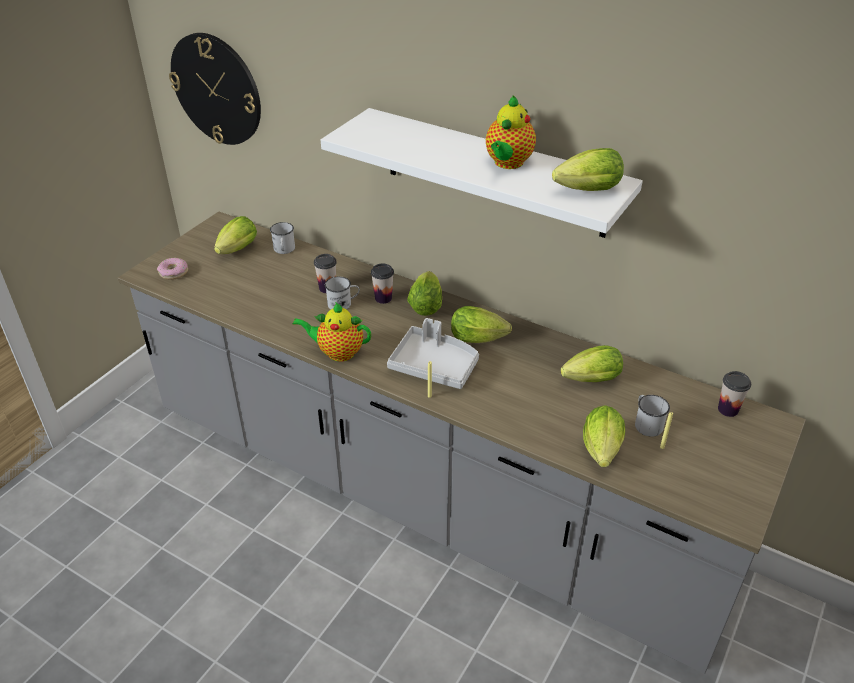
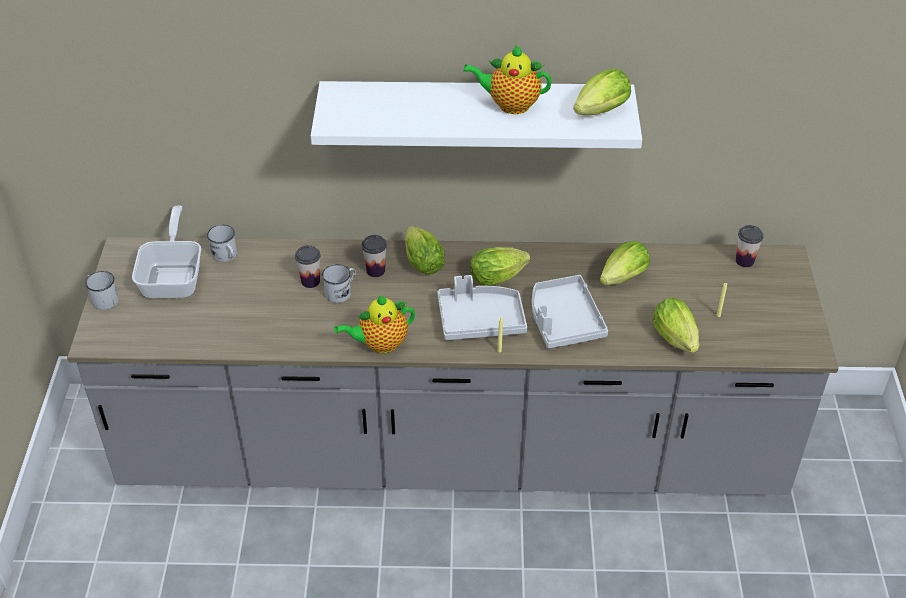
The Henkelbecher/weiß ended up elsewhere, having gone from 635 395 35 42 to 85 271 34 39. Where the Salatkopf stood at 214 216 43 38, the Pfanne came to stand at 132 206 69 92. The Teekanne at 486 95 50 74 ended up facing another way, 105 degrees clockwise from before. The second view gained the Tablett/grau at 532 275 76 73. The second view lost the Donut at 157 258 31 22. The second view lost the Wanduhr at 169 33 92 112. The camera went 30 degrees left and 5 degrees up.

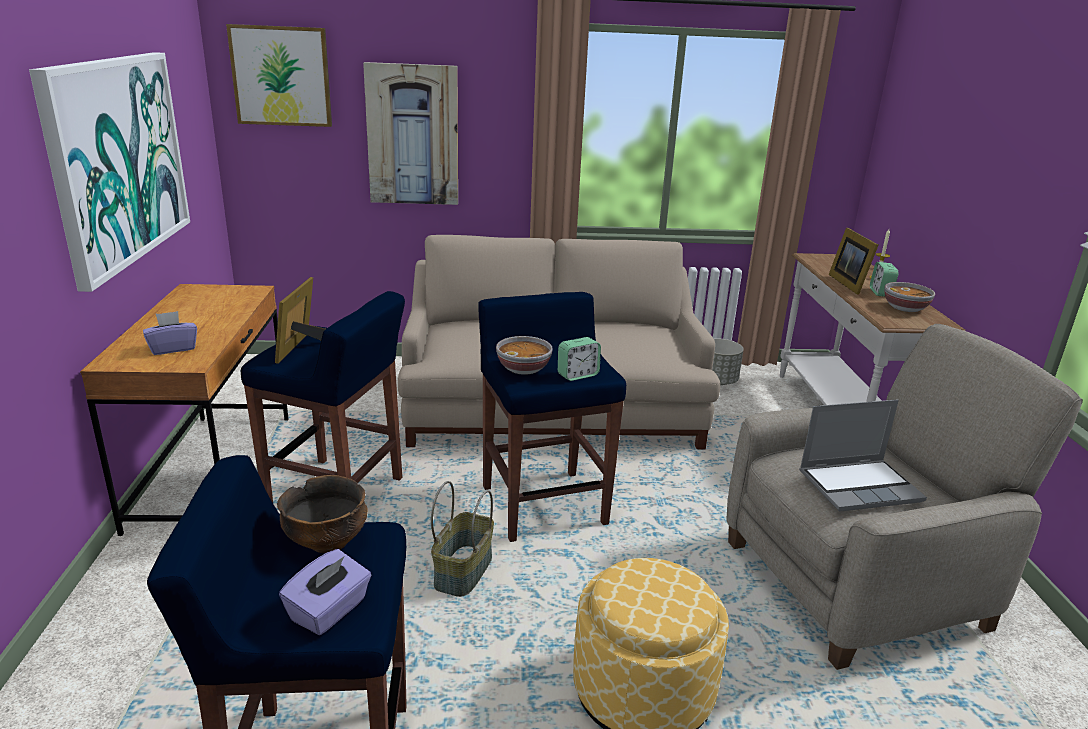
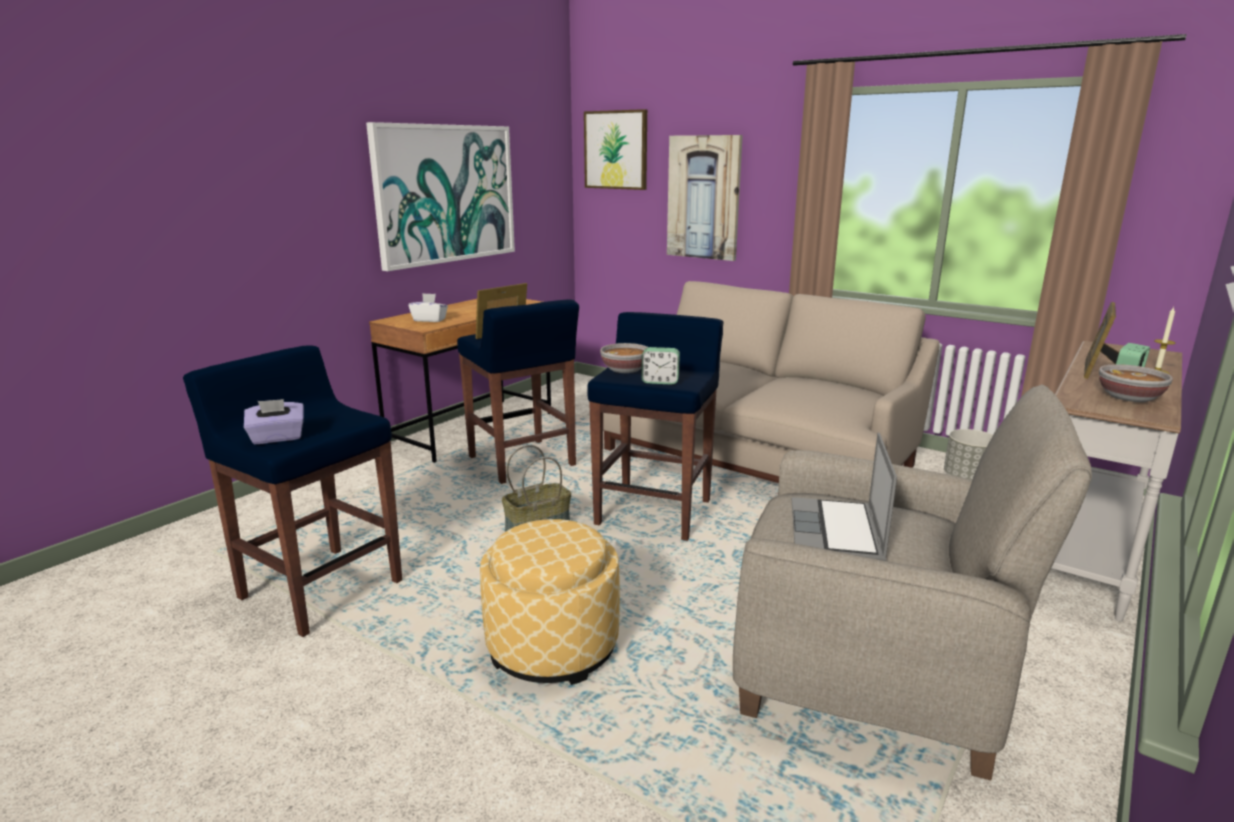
What was the Taschentuchbox/lila at 143 311 54 44 turned into the Taschentuchbox/weiß at 408 293 40 29. The Laptop at 799 400 128 111 ended up facing another way, 75 degrees clockwise from before. The second view lost the Schüssel at 277 475 91 78. The camera went 40 degrees right and 5 degrees down.

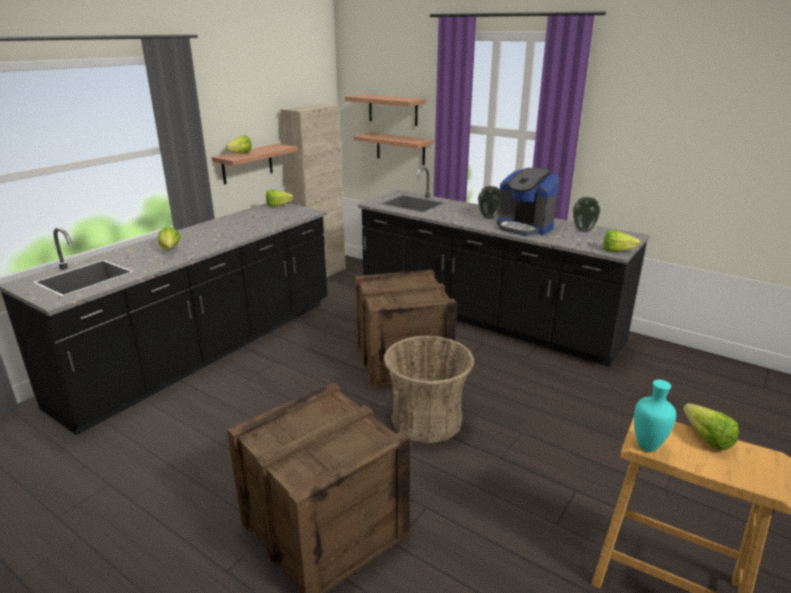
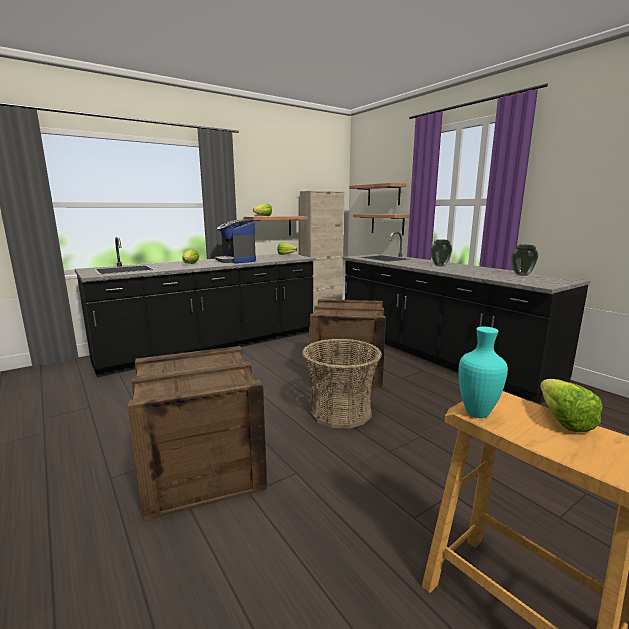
The Kaffeemaschine ended up elsewhere, having gone from 497 168 63 68 to 215 220 41 43. The second view lost the Salatkopf at 604 230 36 22. The camera went 20 degrees right and 10 degrees down.

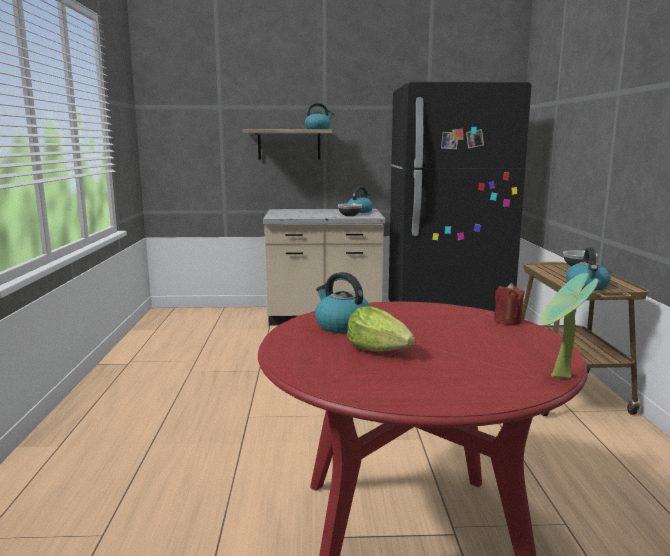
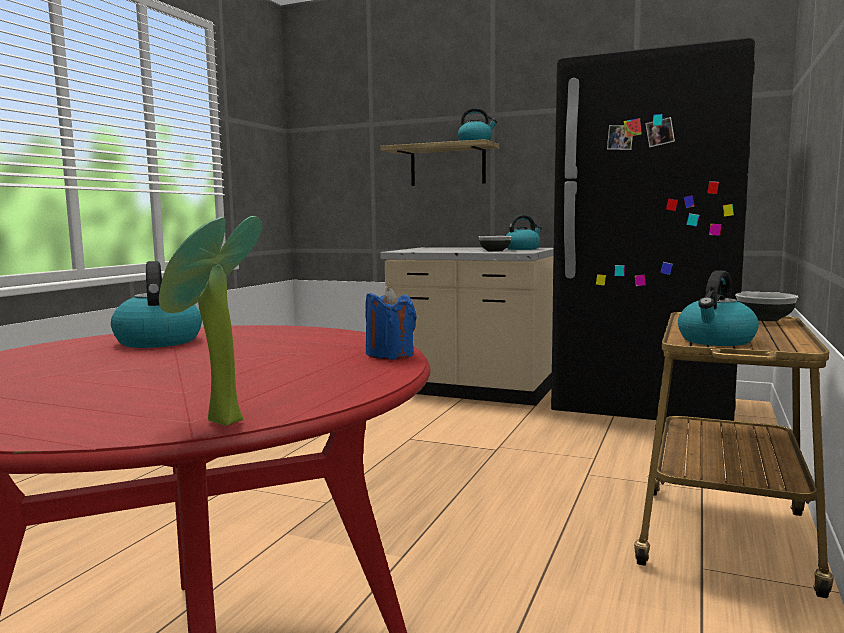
What was the Kerze/rot at 494 283 31 42 turned into the Kerze/blau at 365 287 52 73. The second view lost the Salatkopf at 347 306 68 46. The camera went 25 degrees right and 5 degrees down.

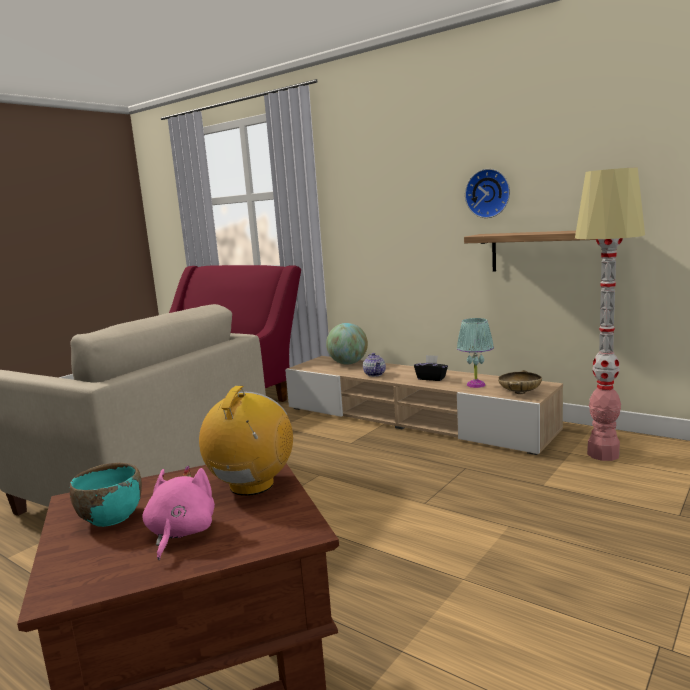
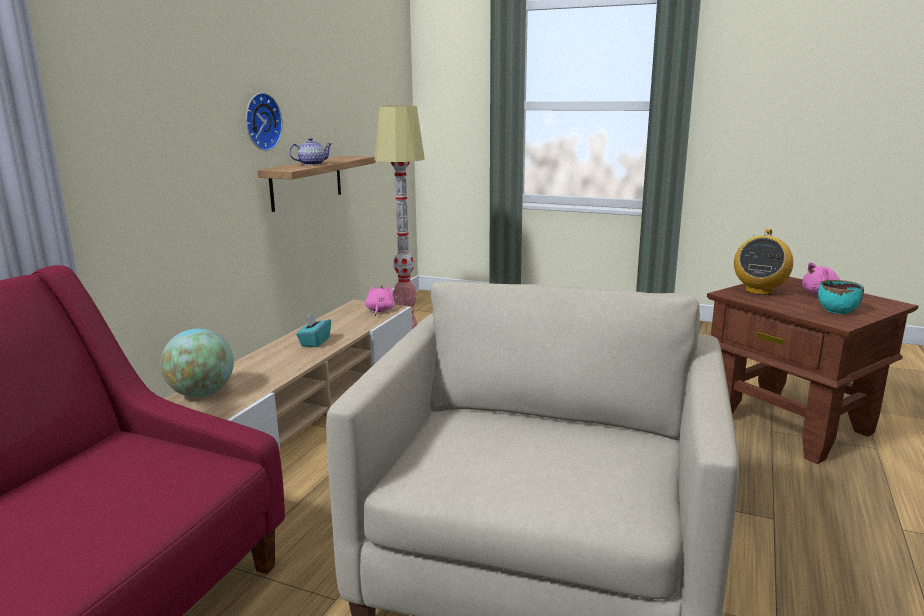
The Teekanne ended up elsewhere, having gone from 363 353 23 24 to 289 138 43 27. What was the Taschentuchbox/schwarz at 414 355 34 26 turned into the Taschentuchbox/türkis at 296 313 35 34. Where the Schüssel/beige stood at 498 370 44 24, the Plüschtier/rosa came to stand at 365 285 28 31. The Radio at 199 386 94 110 ended up facing another way, 60 degrees counterclockwise from before. The second view lost the Tischlampe/türkis at 457 318 37 70. The camera went 105 degrees left and 5 degrees up.

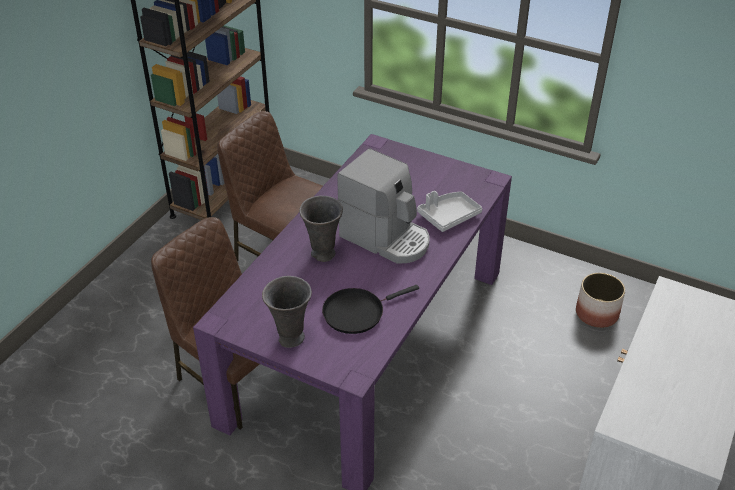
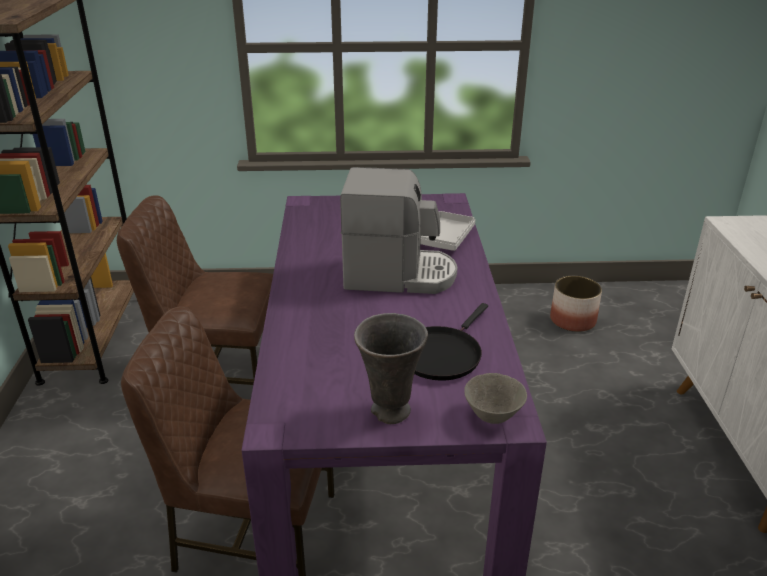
The second view gained the Schüssel/grau at 464 373 63 51. The second view lost the Vase/grau at 299 196 44 66. The camera went 30 degrees left and 10 degrees down.

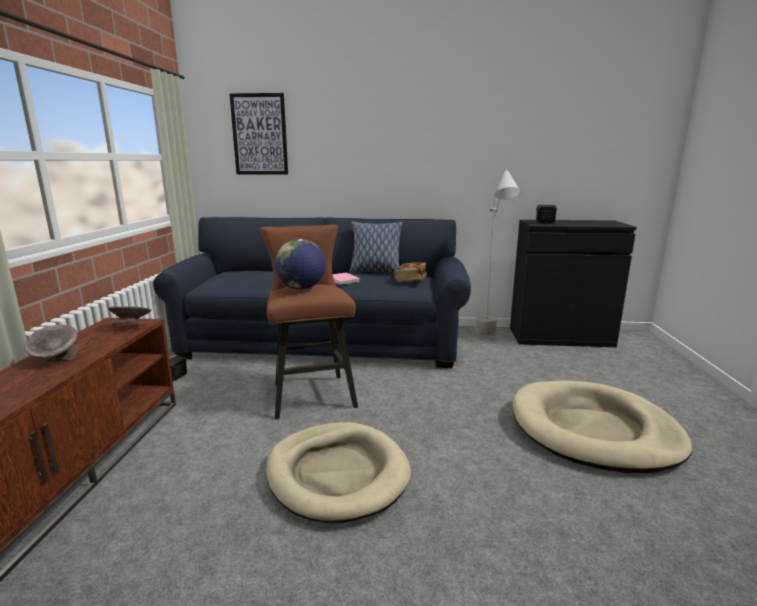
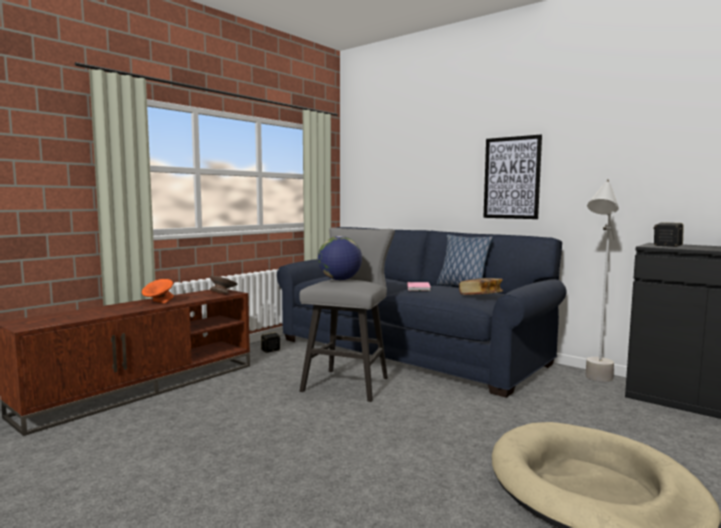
What was the Schüssel/grau at 24 325 55 37 turned into the Schüssel/orange at 142 279 32 24. What was the Hocker/braun at 260 224 98 195 turned into the Hocker/grau at 299 228 96 174. The Bild ended up elsewhere, having gone from 229 93 59 82 to 483 135 59 84. The second view lost the Hundebett/beige at 266 422 145 101. The camera went 35 degrees right and 10 degrees down.

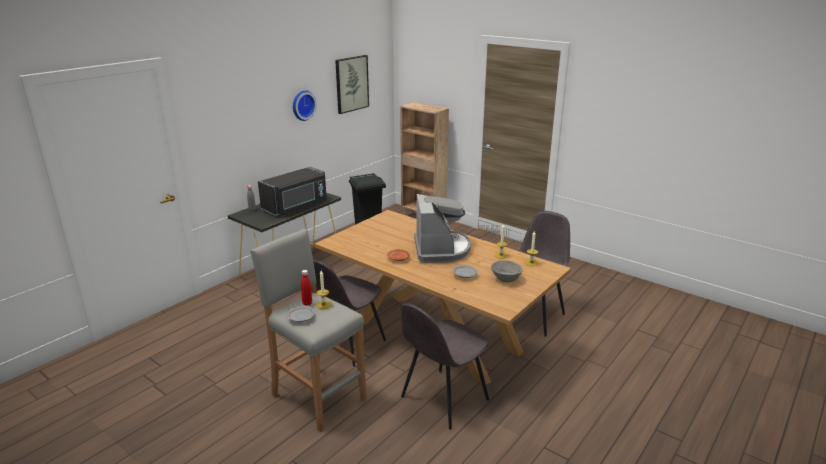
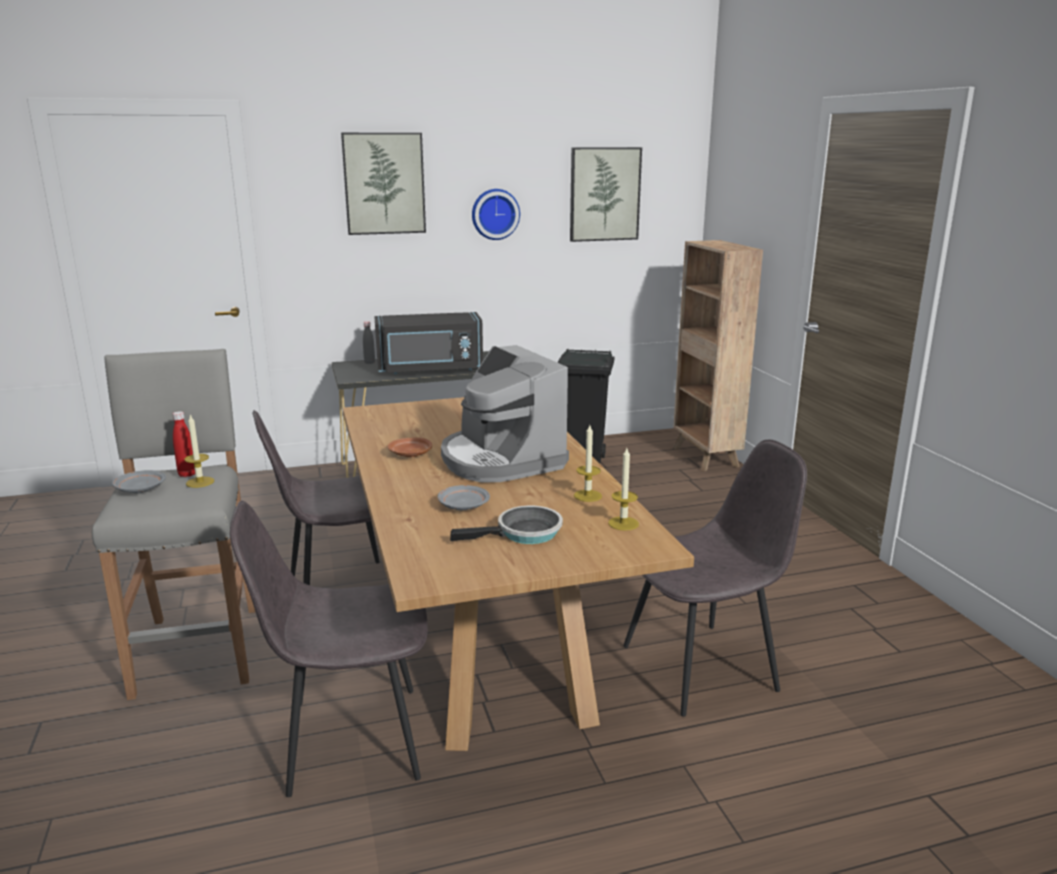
The second view gained the Bild at 341 133 85 102. The Kaffeemaschine at 414 194 57 69 ended up facing another way, 120 degrees clockwise from before. Where the Schüssel/grau stood at 491 260 32 23, the Pfanne came to stand at 450 506 113 38. The camera went 35 degrees right and 5 degrees down.

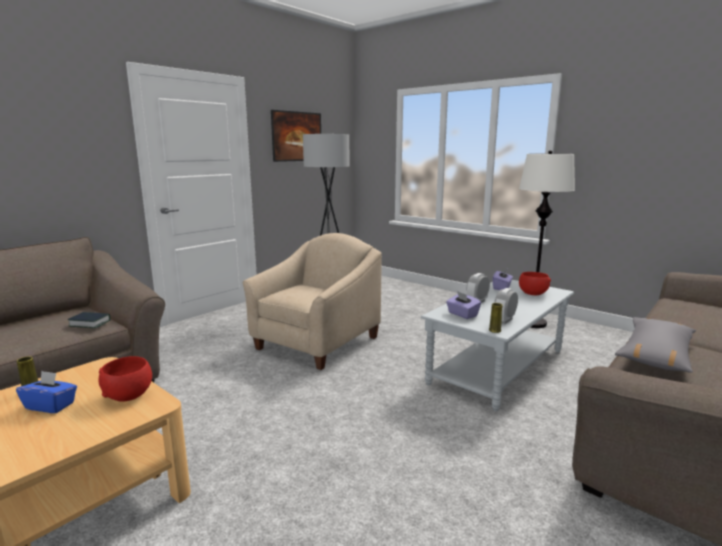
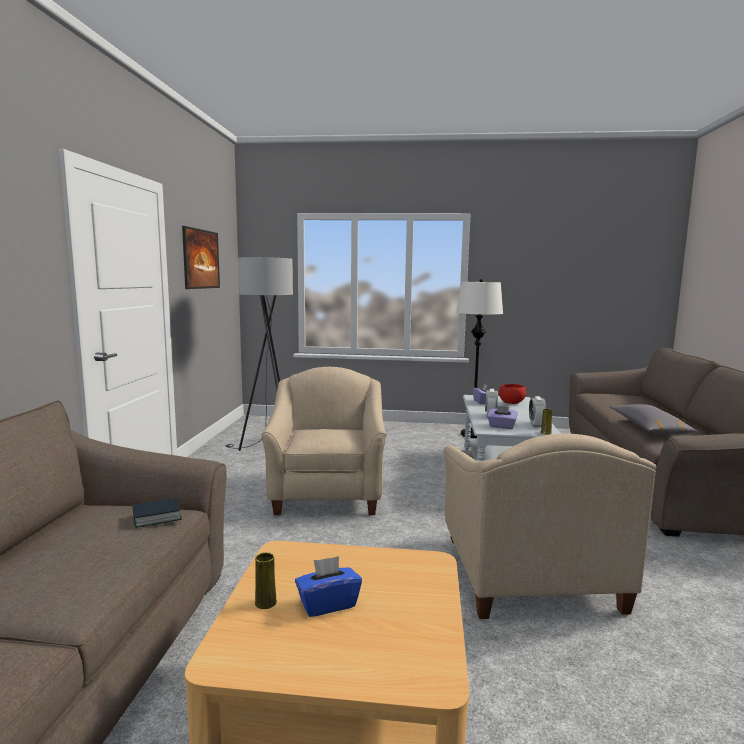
The second view gained the Sessel/beige at 444 434 212 185. The second view lost the Schüssel/rot at 98 356 54 46. The camera went 35 degrees left and 5 degrees down.

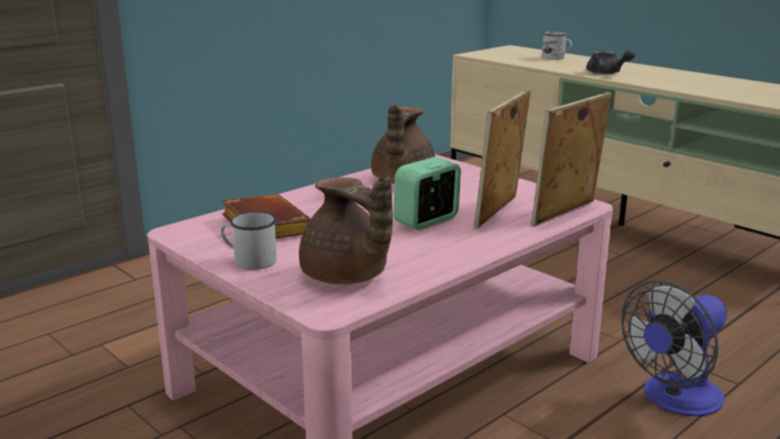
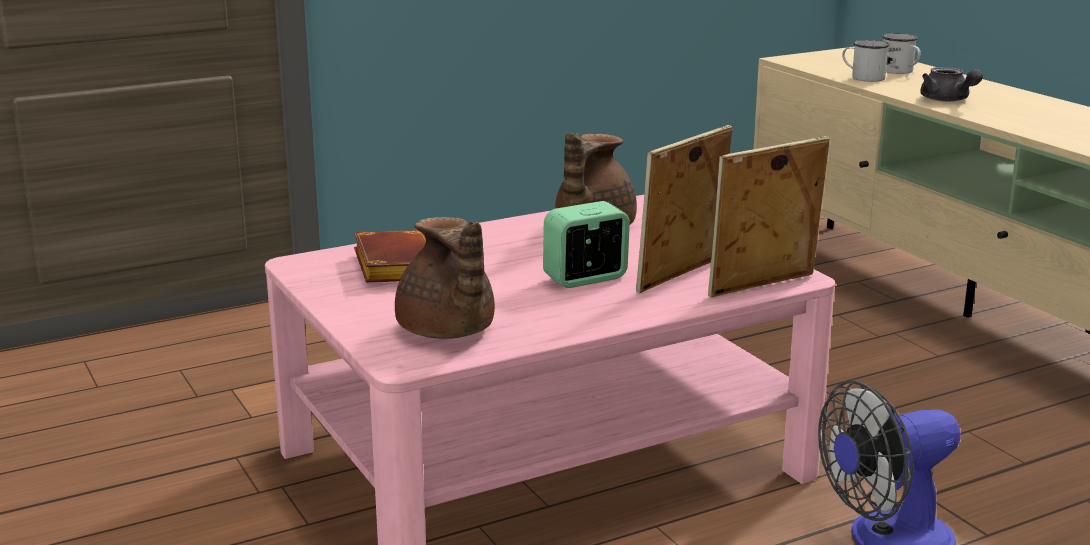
The Henkelbecher/weiß ended up elsewhere, having gone from 221 212 56 58 to 842 40 48 42. The camera went 15 degrees right and 0 degrees up.

